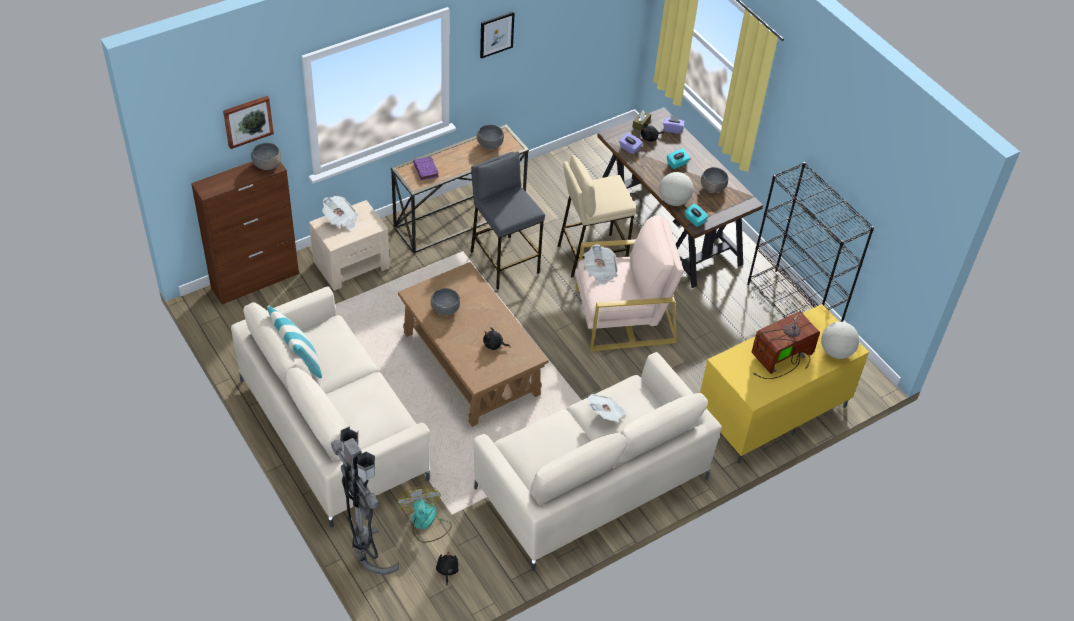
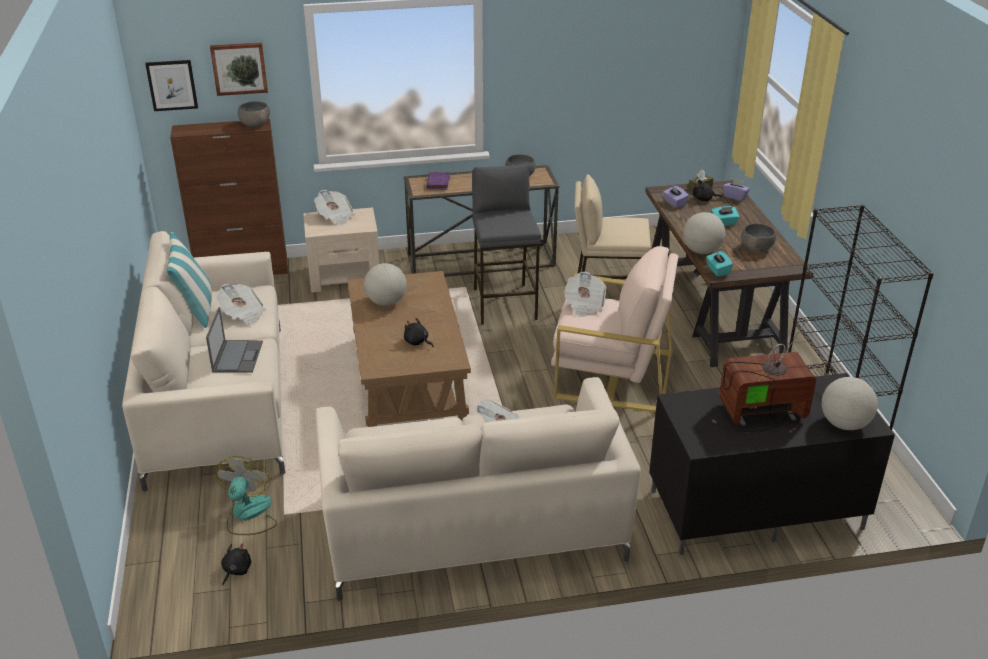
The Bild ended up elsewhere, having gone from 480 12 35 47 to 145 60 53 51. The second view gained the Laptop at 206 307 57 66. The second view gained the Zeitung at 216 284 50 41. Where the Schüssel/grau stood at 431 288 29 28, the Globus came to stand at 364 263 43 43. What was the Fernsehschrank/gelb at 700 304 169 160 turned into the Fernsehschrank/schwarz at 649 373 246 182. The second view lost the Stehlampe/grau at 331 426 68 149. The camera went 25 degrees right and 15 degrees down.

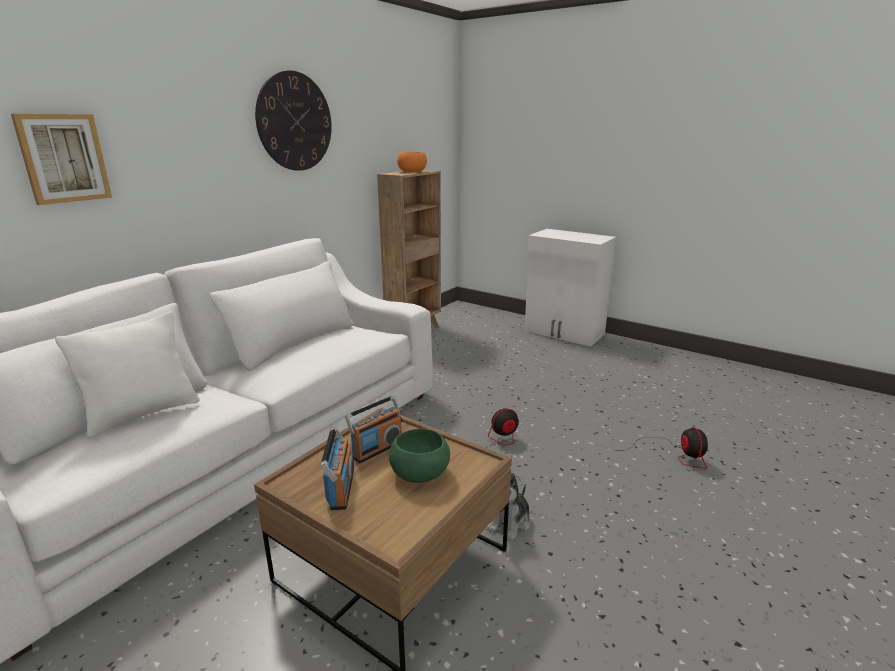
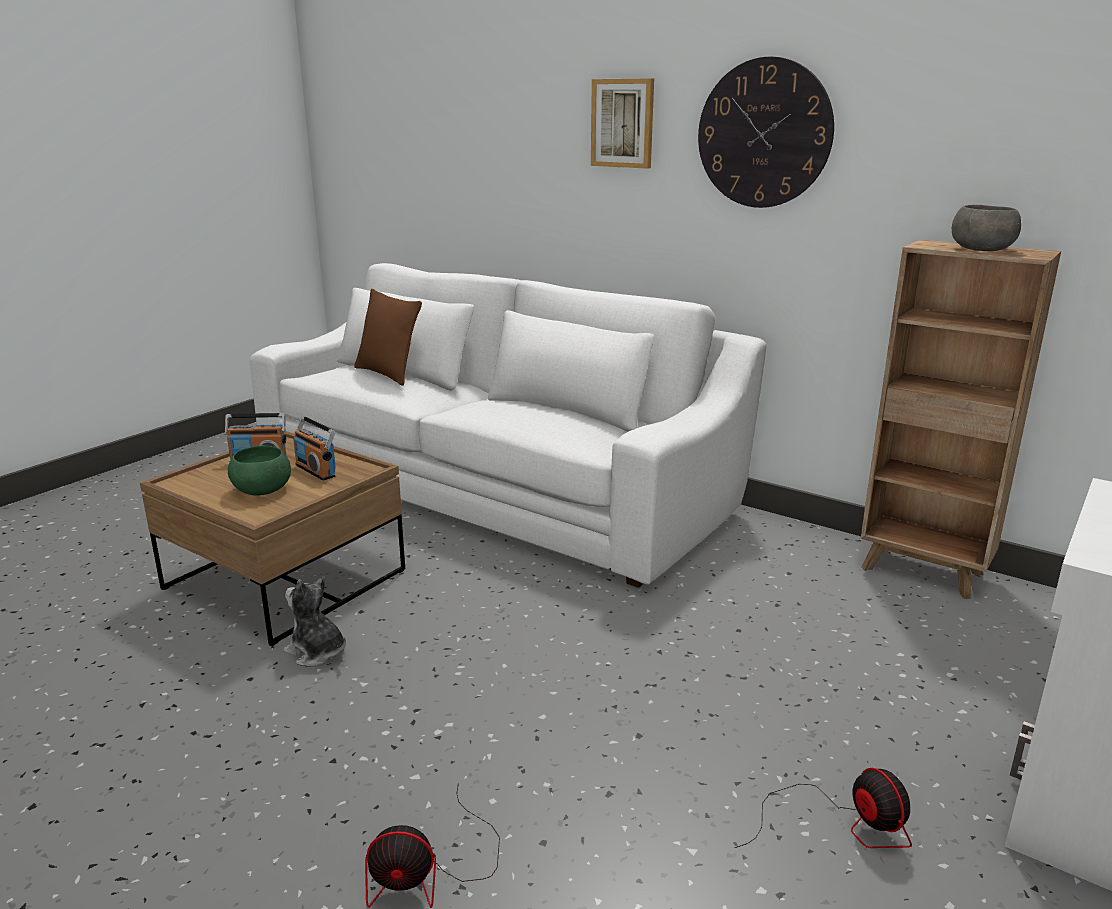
What was the Kissen/weiß at 55 312 144 126 turned into the Kissen/braun at 354 289 68 97. The Bild ended up elsewhere, having gone from 11 114 101 91 to 591 78 63 91. The Ventilator ended up elsewhere, having gone from 485 408 37 74 to 734 768 178 80. What was the Schüssel/orange at 397 152 30 20 turned into the Schüssel/grau at 952 205 69 46. The camera went 90 degrees right and 0 degrees up.

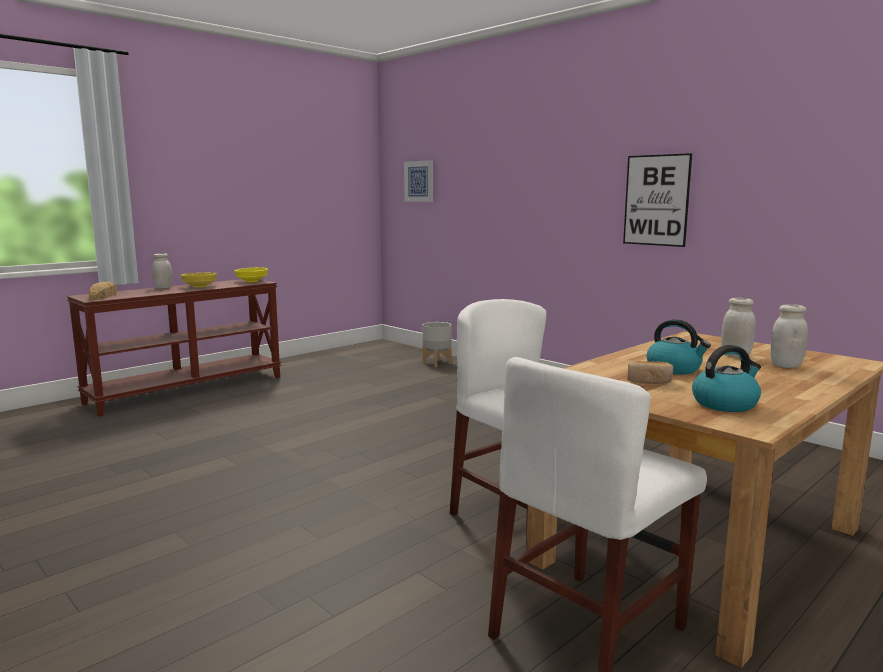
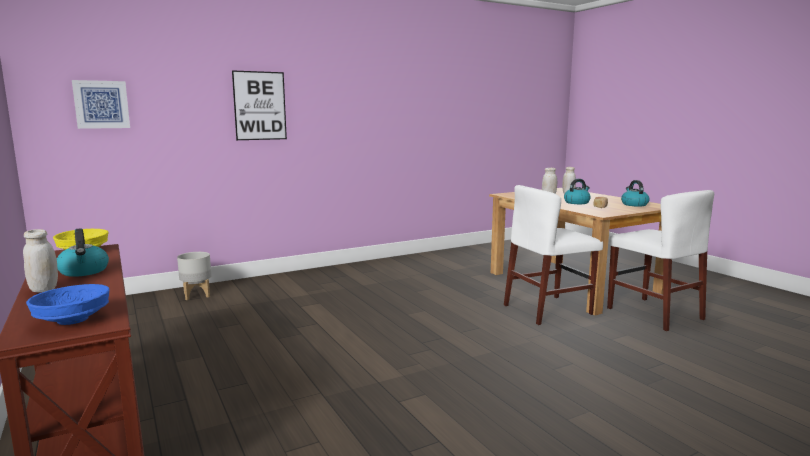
Where the Brot stood at 89 282 28 18, the Schüssel/blau came to stand at 26 284 83 41. Where the Schüssel/gelb stood at 181 273 36 15, the Wasserkessel came to stand at 57 228 52 49. The Bild ended up elsewhere, having gone from 623 153 69 94 to 232 70 55 70. The camera went 75 degrees left and 0 degrees up.

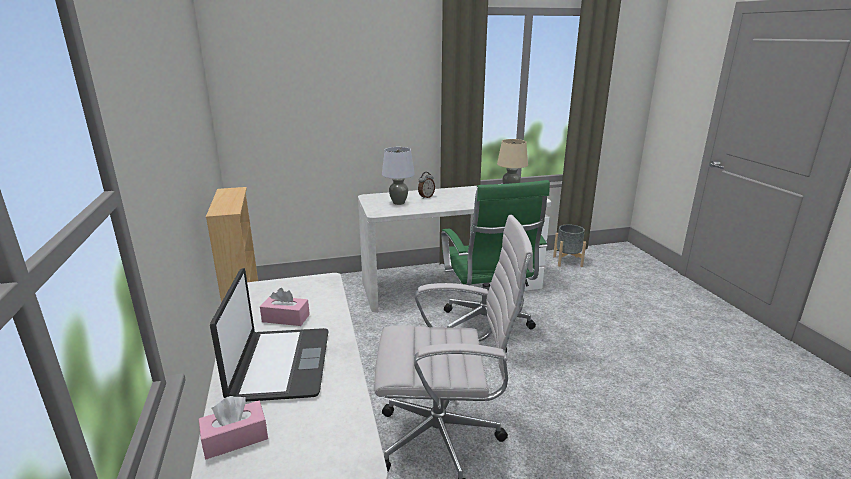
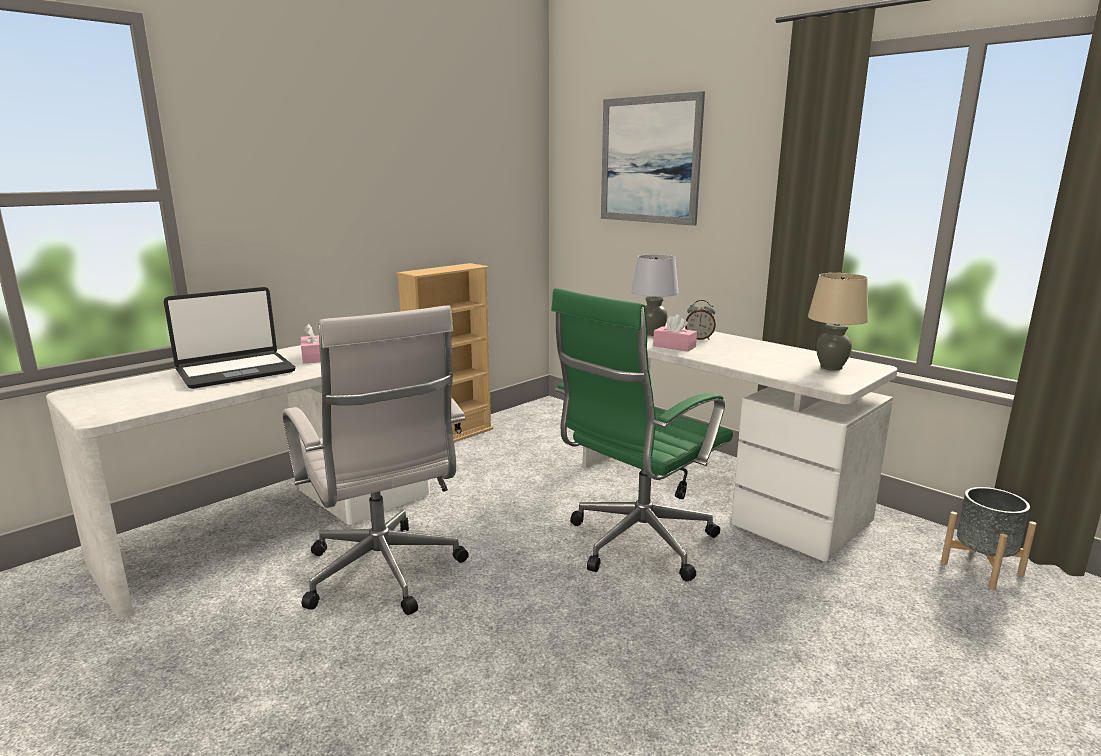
The second view gained the Bild at 601 91 104 135. The Taschentuchbox/rosa ended up elsewhere, having gone from 198 396 70 63 to 653 315 44 36. The camera went 60 degrees right and 5 degrees down.

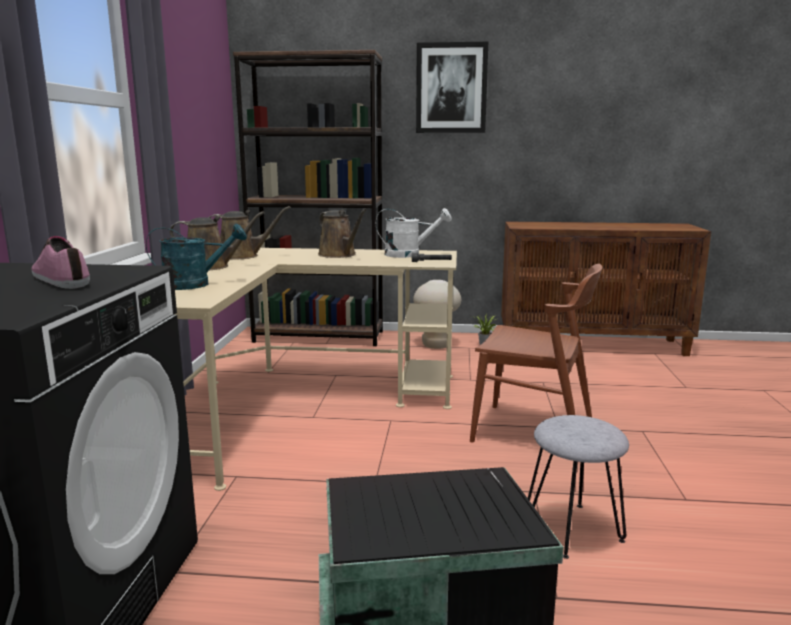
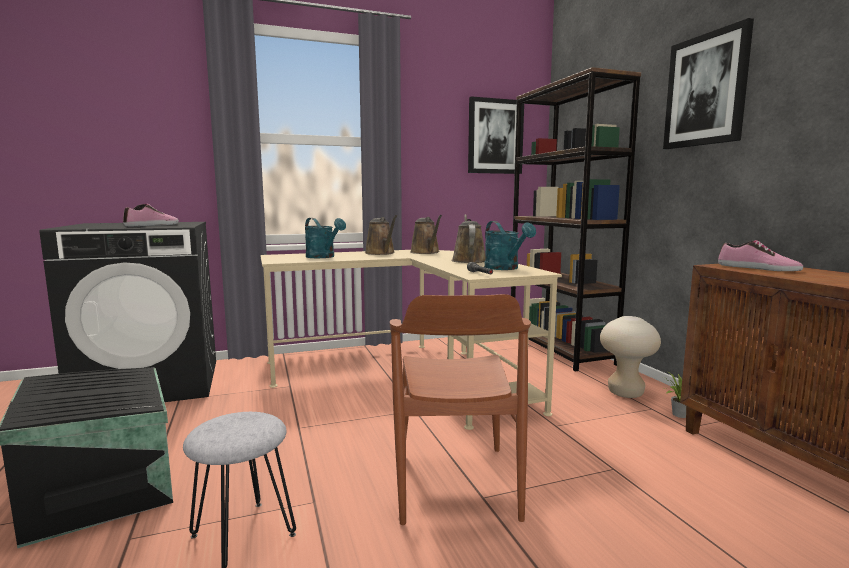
The Gießkanne/braun at 318 209 49 49 ended up facing another way, 150 degrees clockwise from before. The second view gained the Bild at 468 96 56 78. What was the Gießkanne/weiß at 376 208 76 50 turned into the Gießkanne/türkis at 484 221 52 49. The second view gained the Schuh at 718 240 85 31. The camera went 65 degrees right and 5 degrees down.

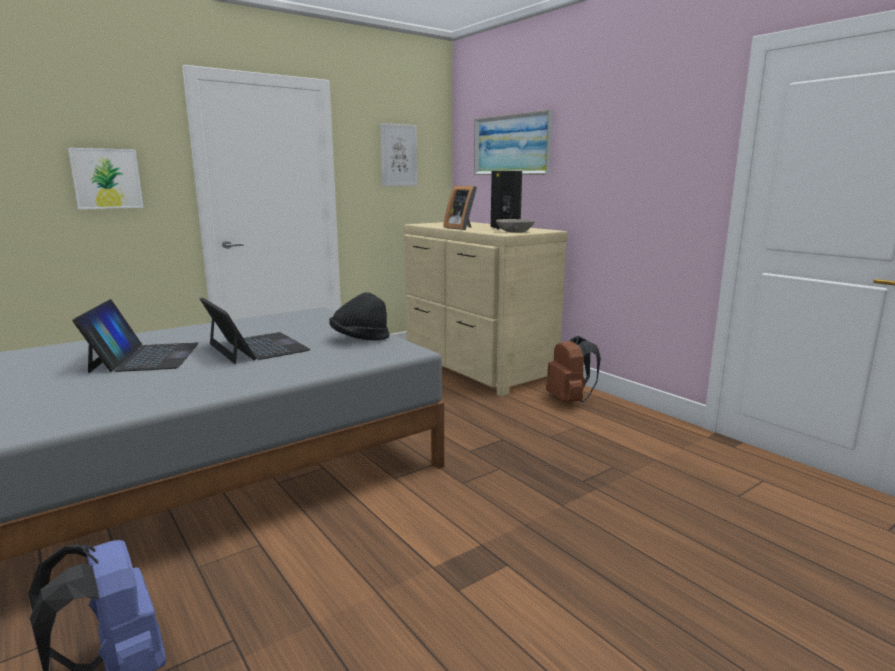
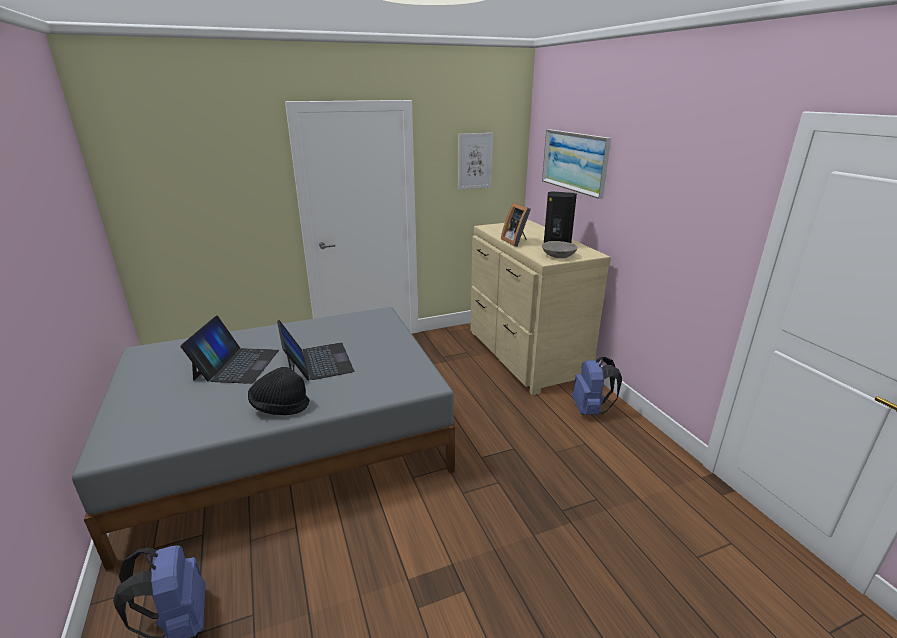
The Hut/schwarz ended up elsewhere, having gone from 329 292 60 48 to 248 367 62 48. What was the Rucksack/braun at 546 336 55 67 turned into the Rucksack/blau at 572 357 50 58. The second view lost the Bild at 68 148 75 61. The camera went 15 degrees right and 10 degrees up.

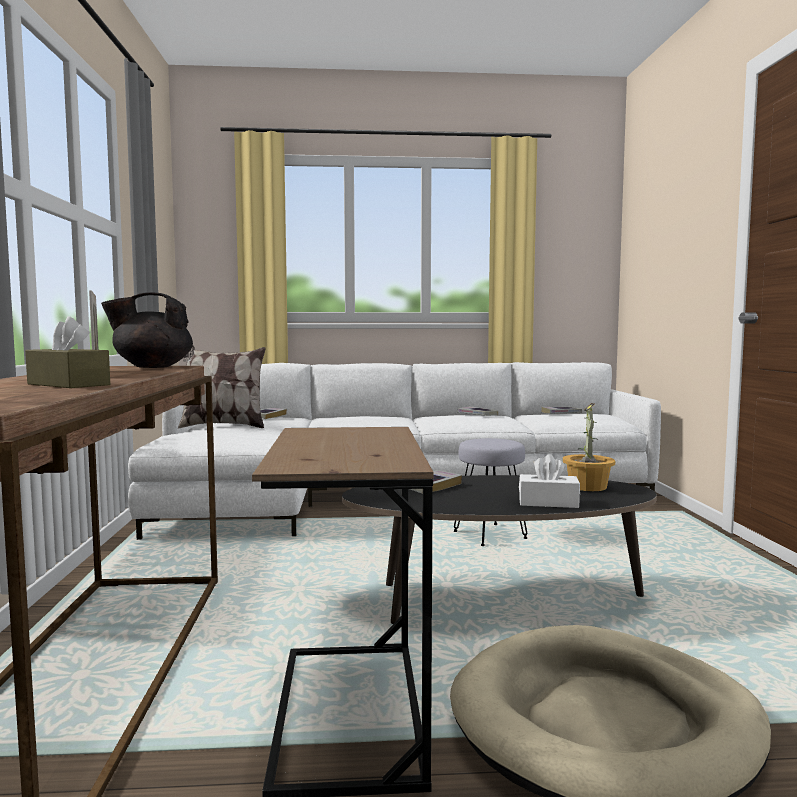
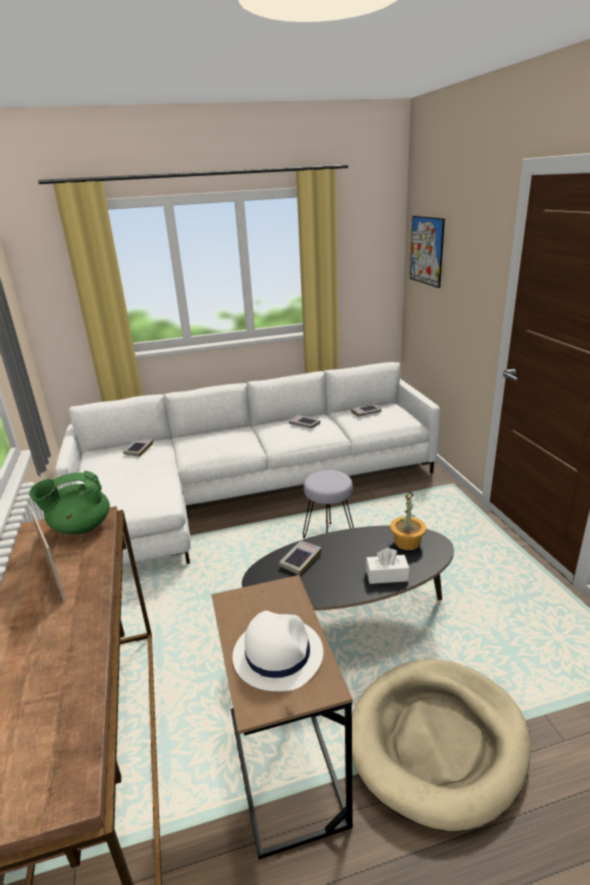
What was the Teekanne/schwarz at 101 292 92 76 turned into the Teekanne/grün at 29 471 81 63. The second view gained the Hut/weiß at 233 611 90 80. The second view gained the Bild at 410 216 35 72. The second view lost the Taschentuchbox/braun at 25 316 85 72. The second view lost the Kissen at 178 345 87 84. The camera went 10 degrees left and 20 degrees up.

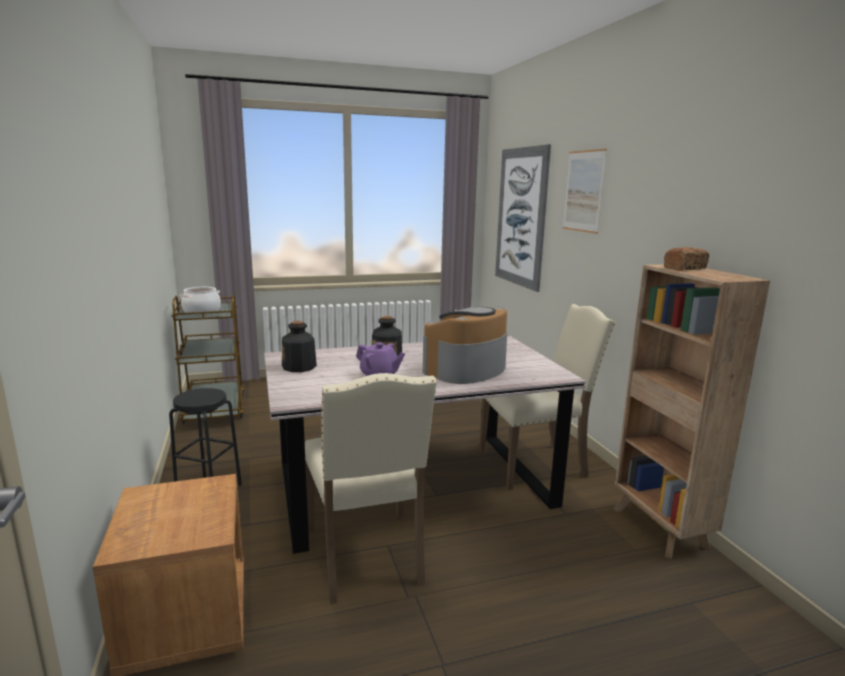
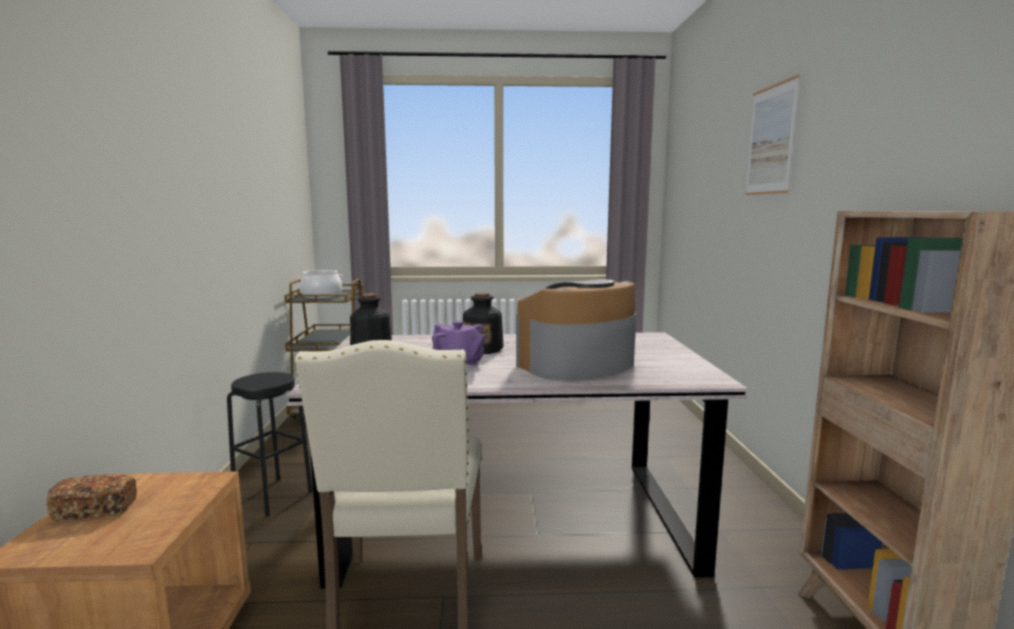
The Brot ended up elsewhere, having gone from 664 247 45 23 to 46 474 91 47. The second view lost the Stuhl/beige at 479 304 137 186. The second view lost the Bild at 495 144 56 148. The camera went 15 degrees right and 5 degrees down.

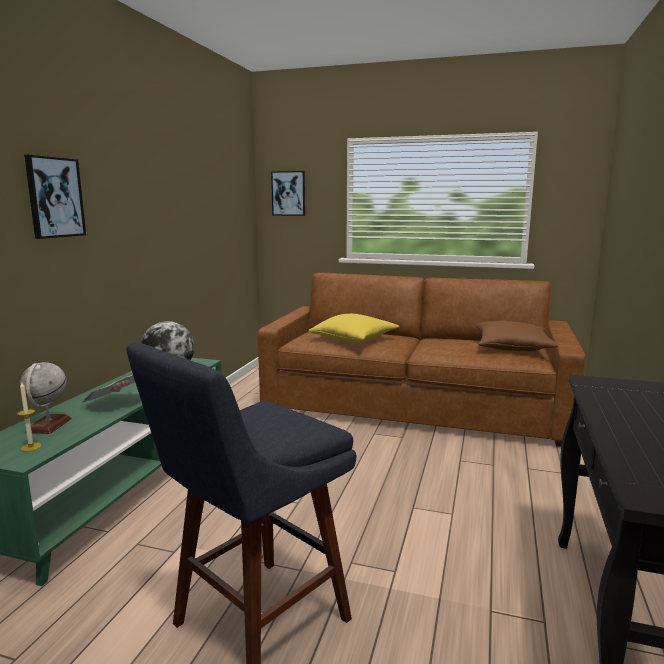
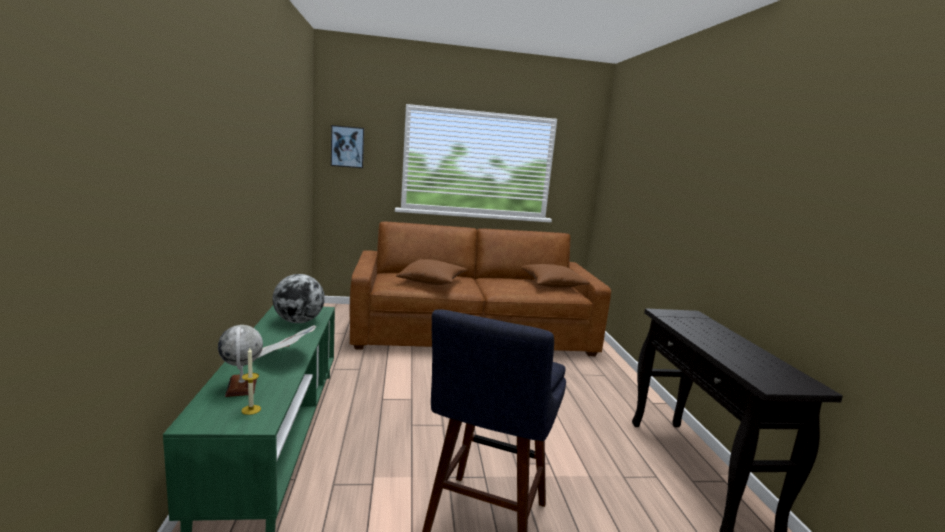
What was the Kissen/gelb at 308 314 91 29 turned into the Kissen/braun at 396 259 71 26. The second view lost the Bild at 24 155 62 84. The camera went 25 degrees left and 0 degrees up.

